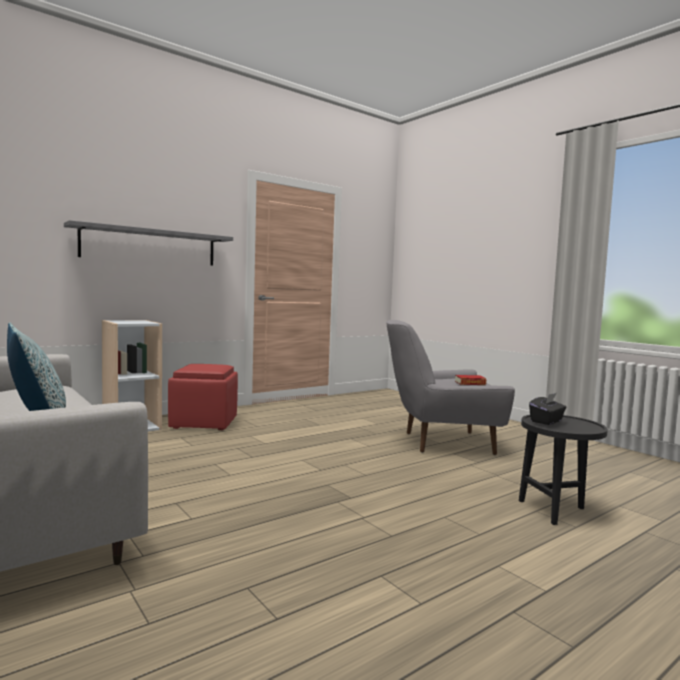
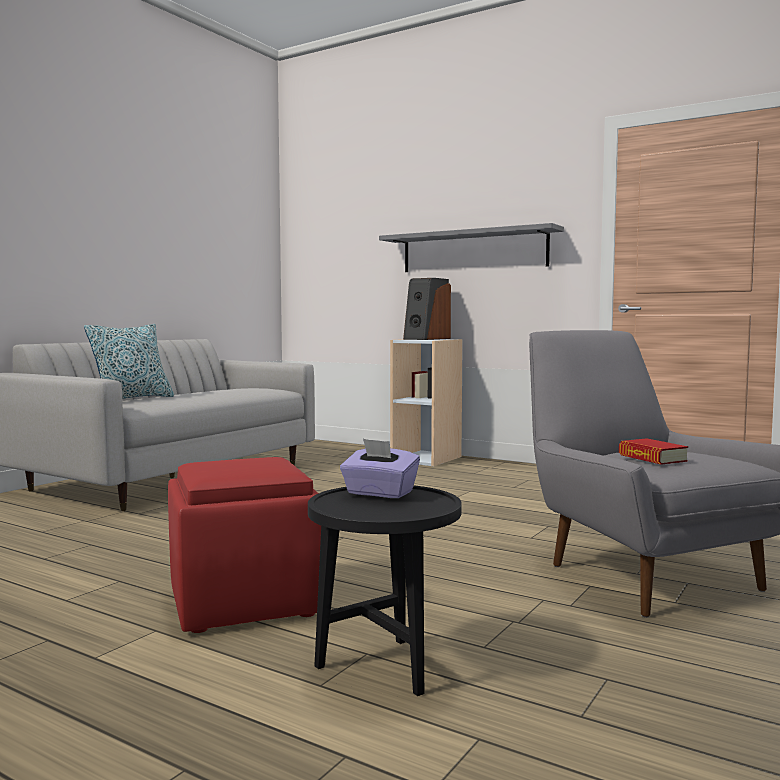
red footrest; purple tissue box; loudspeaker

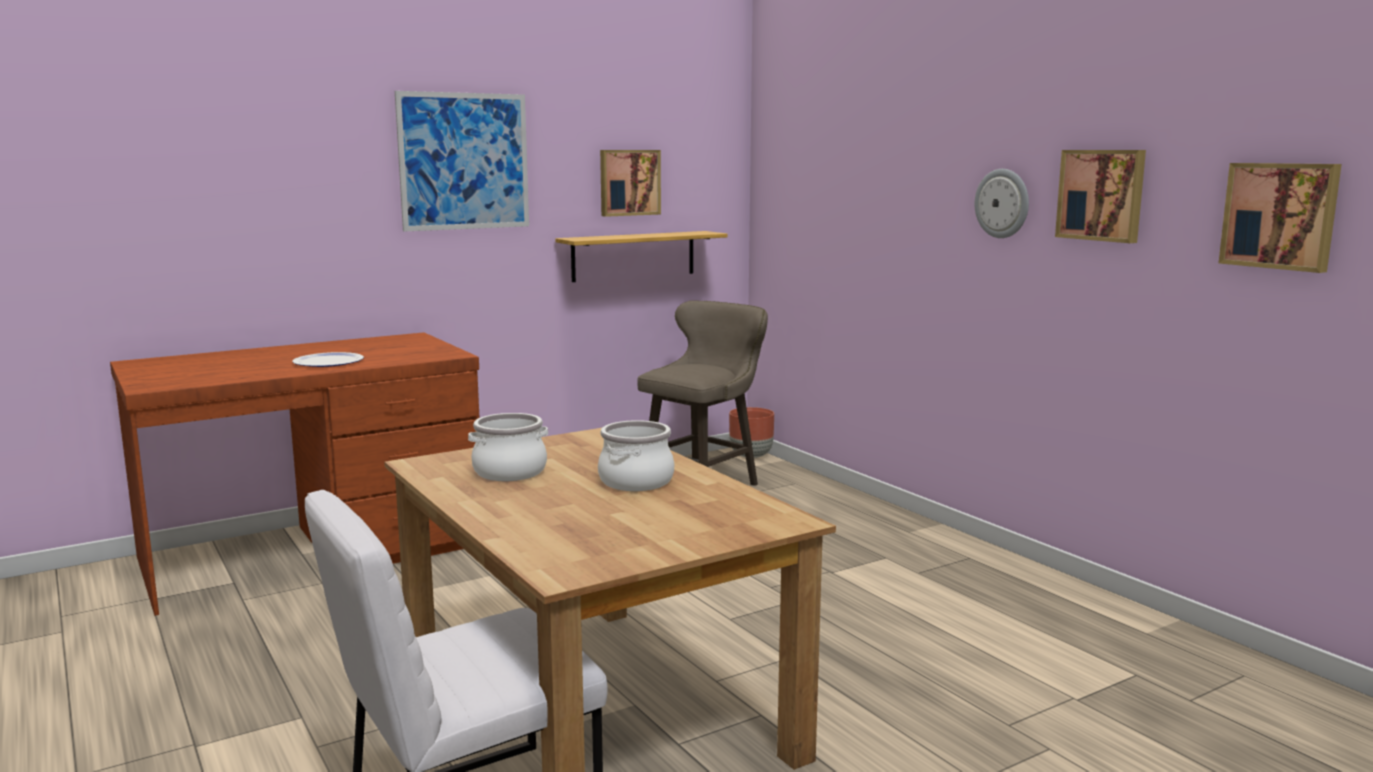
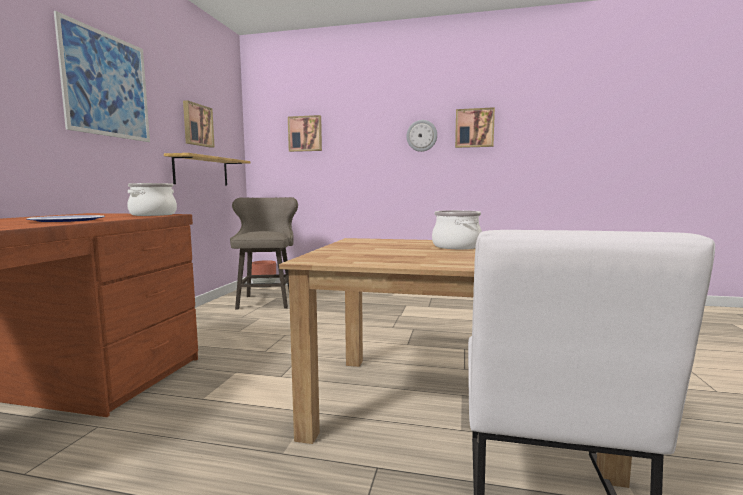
wall art (3rd from left); saucepot (1st from left)

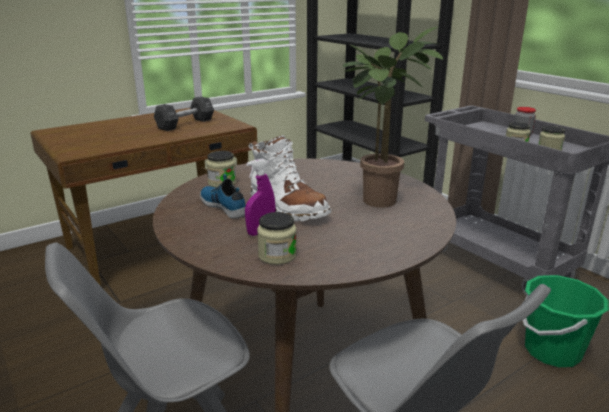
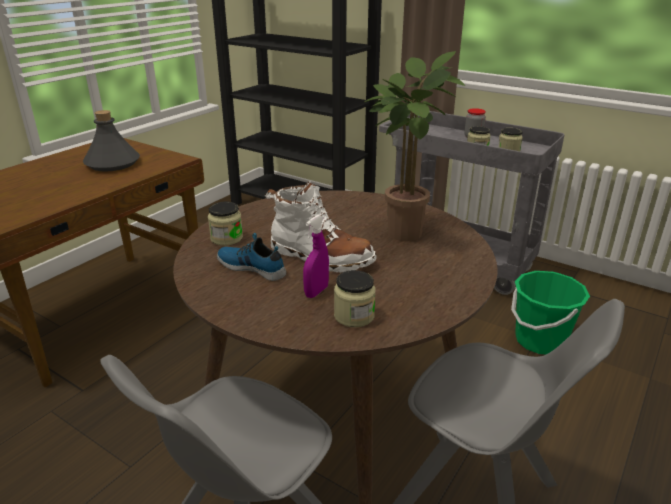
greyish bottle

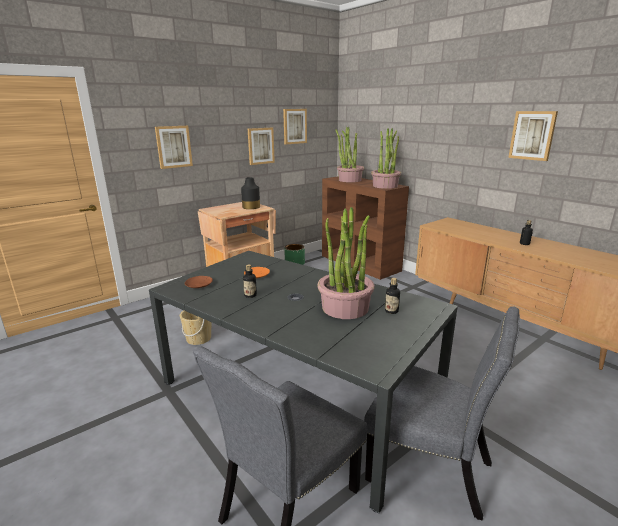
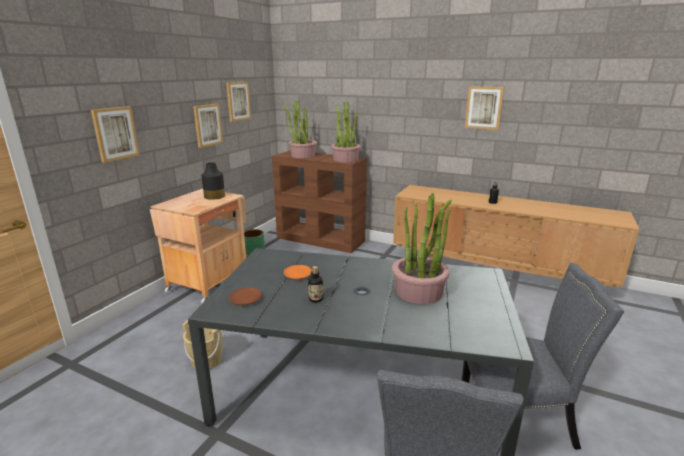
bottle (2nd from left in the first image)

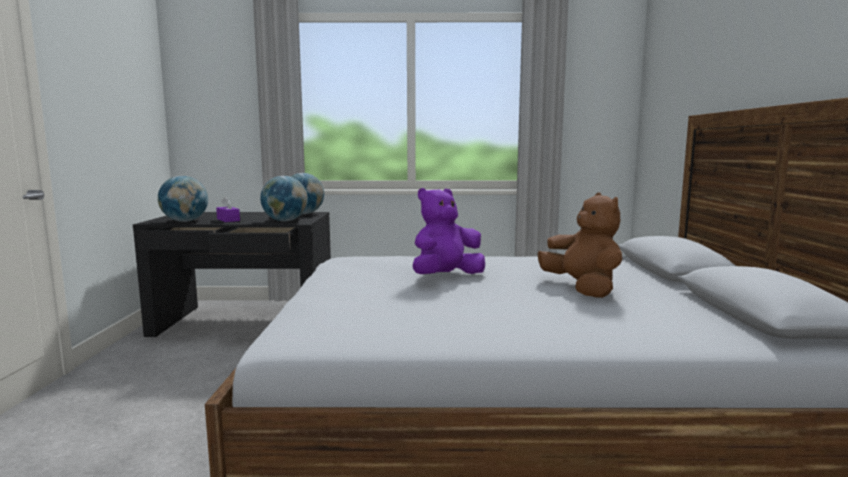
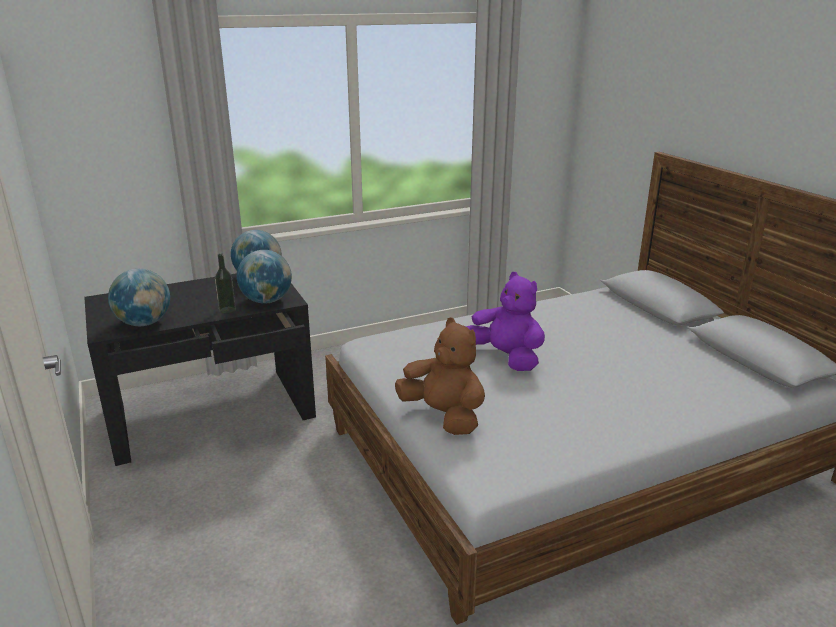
purple soft toy; brownish soft toy; purple tissue box; bottle

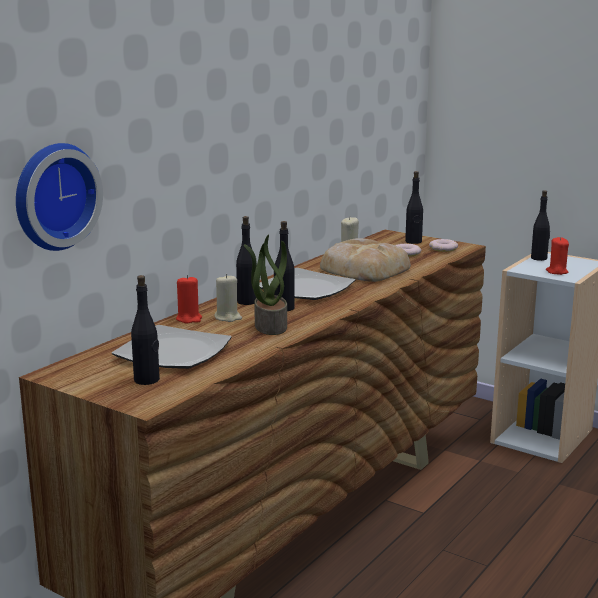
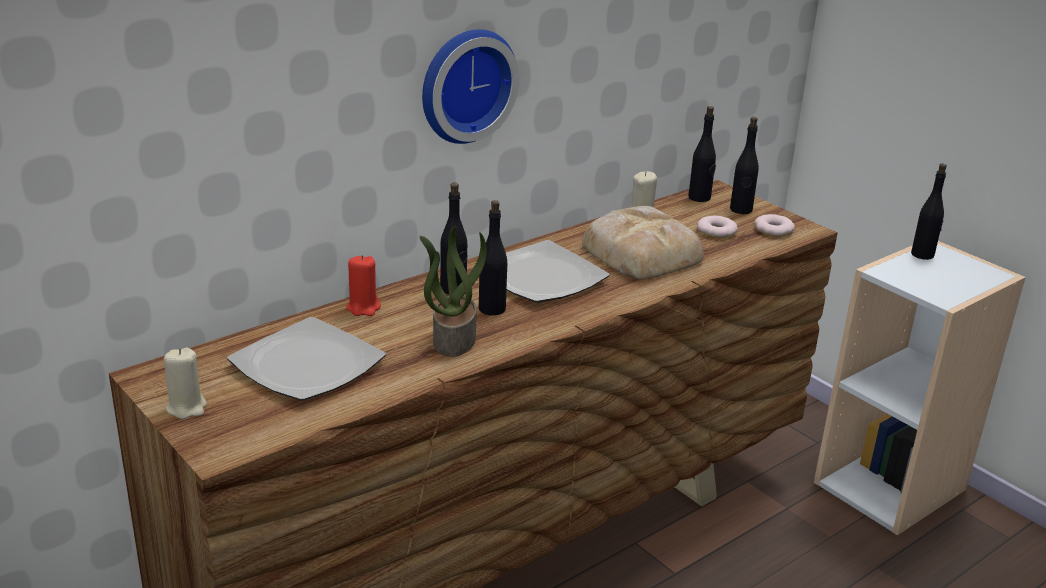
hanging clock; red candle (2nd from left in the first image); beige-coloured candle (1st from left); blackish bottle (3rd from left)

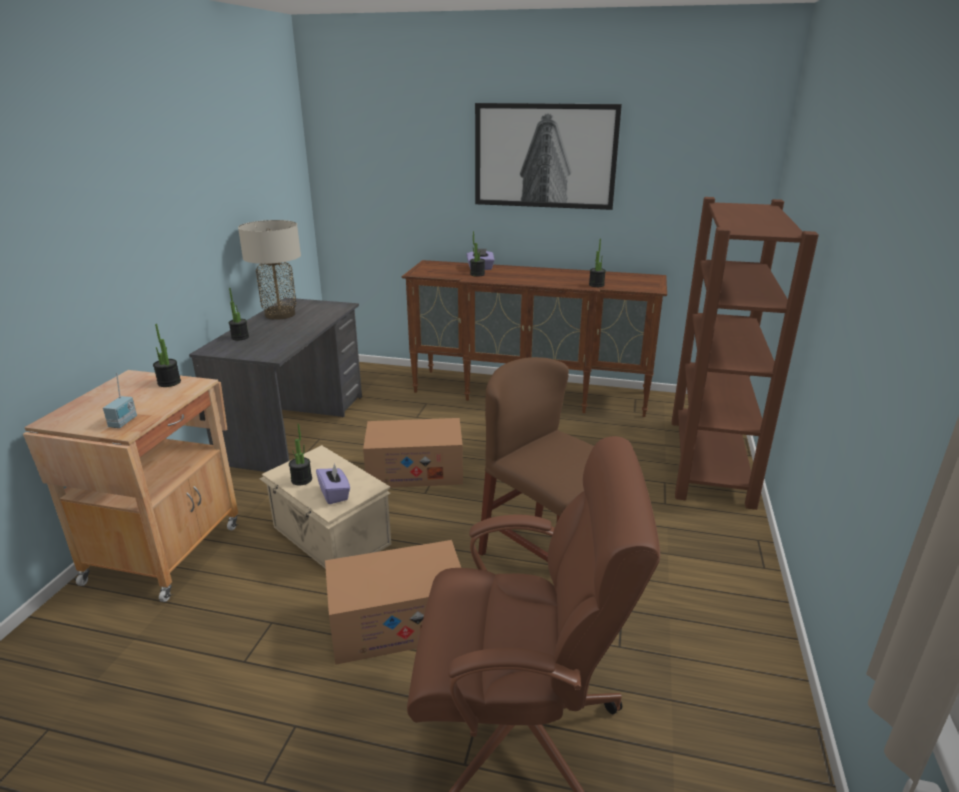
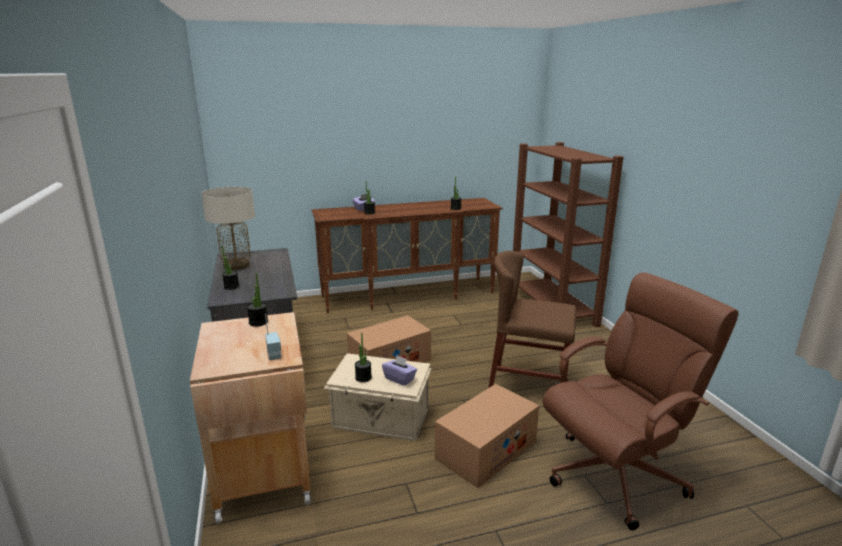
wall art

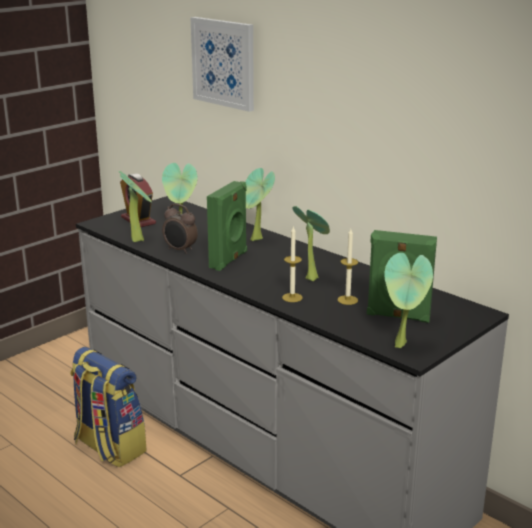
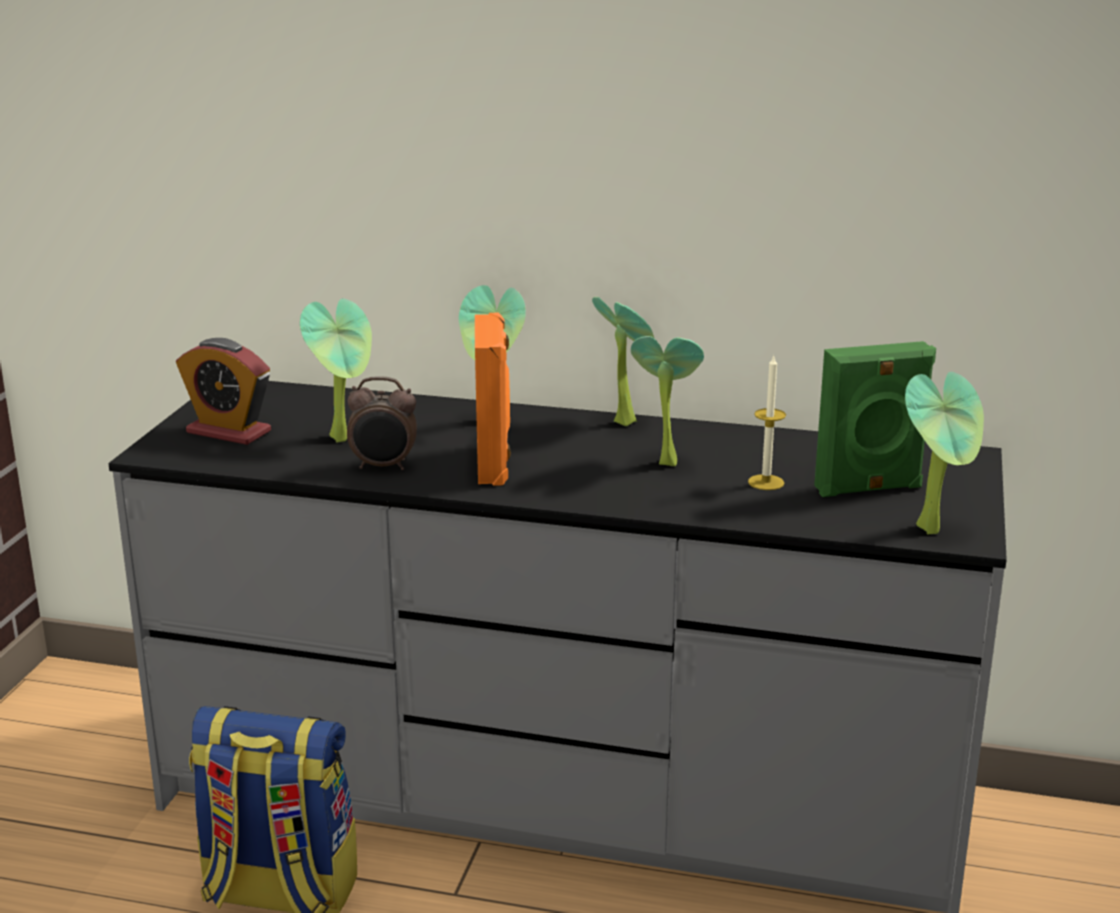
wall art; plant in a pot (3rd from left); orange loudspeaker; candle (1st from left in the first image)

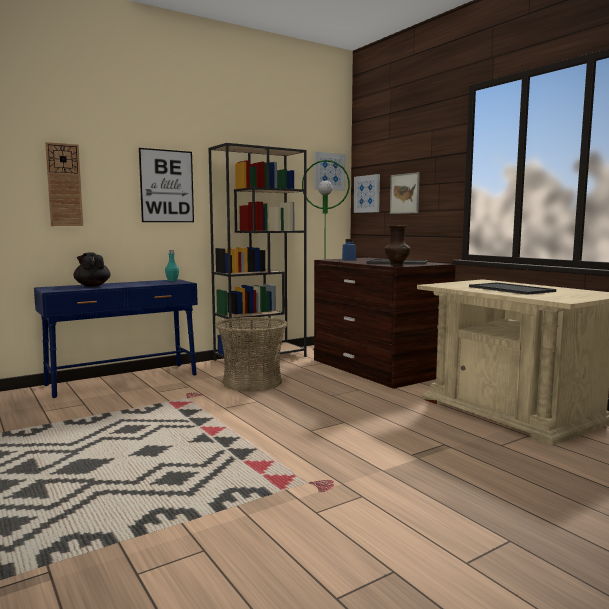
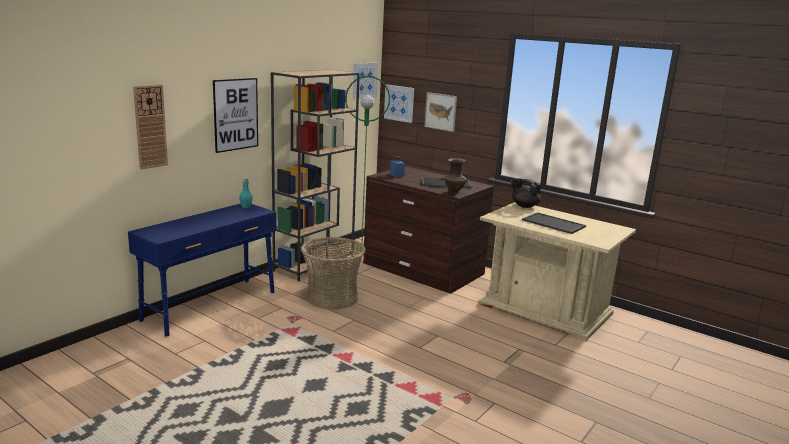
blackish teapot

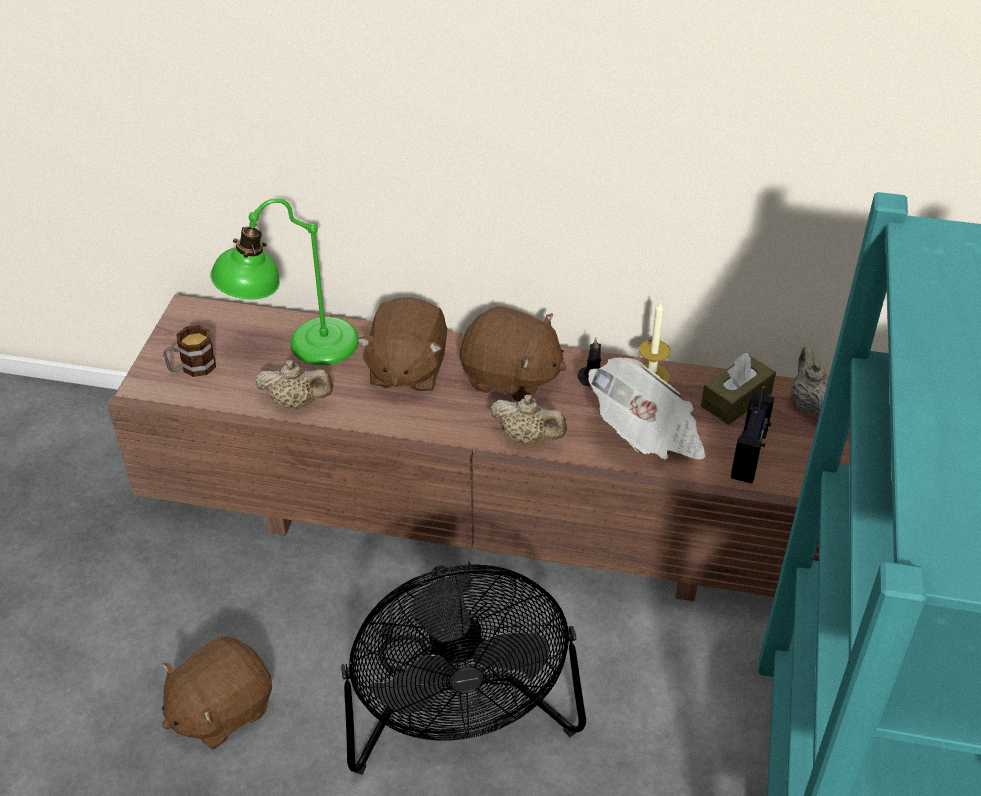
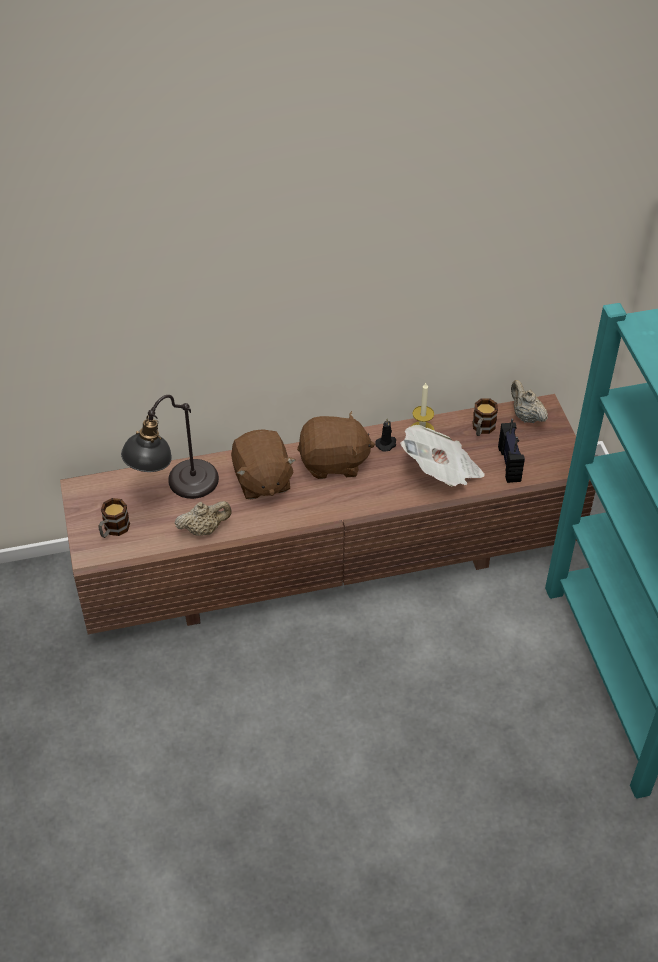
greyish table lamp; mug (2nd from left); beige-coloured teapot (2nd from left in the first image); blackish electric fan; brownish soft toy (1st from left in the first image)

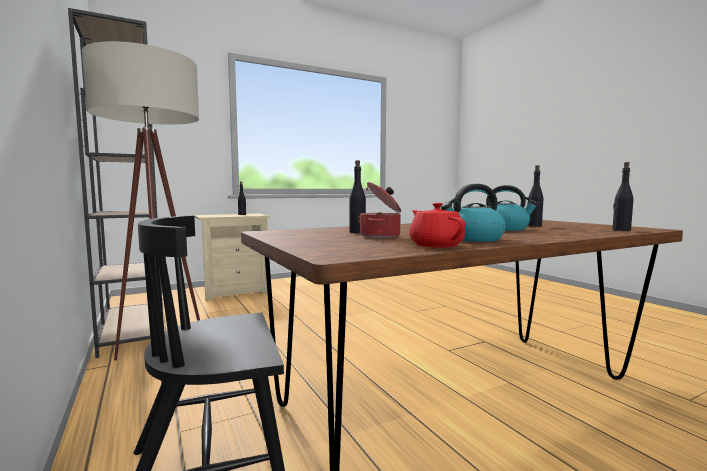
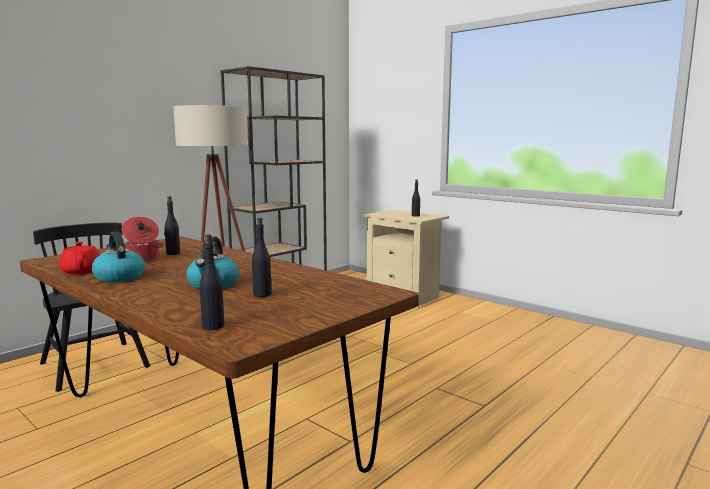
red teapot

